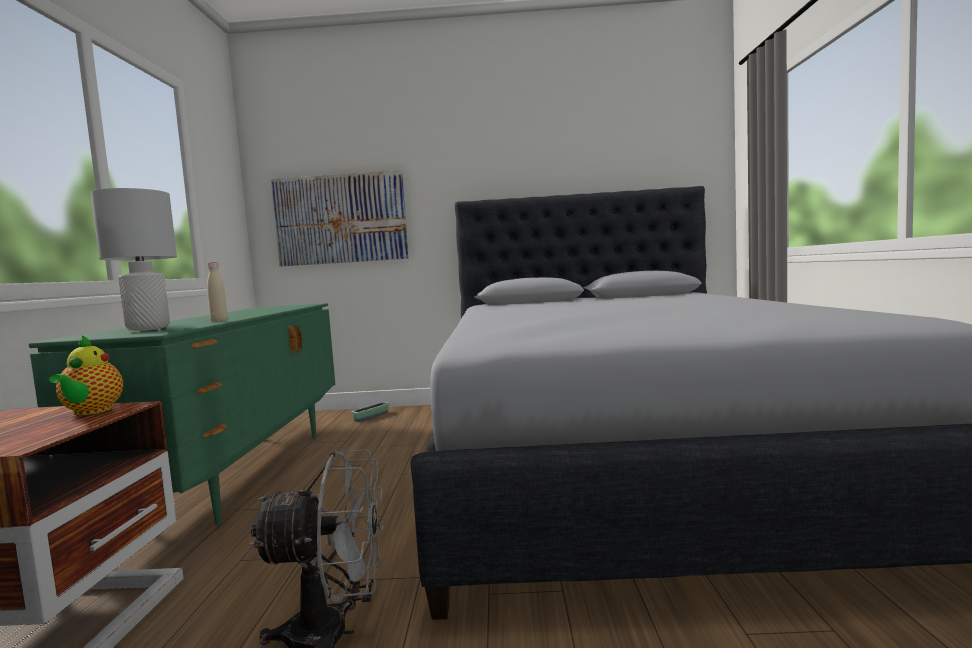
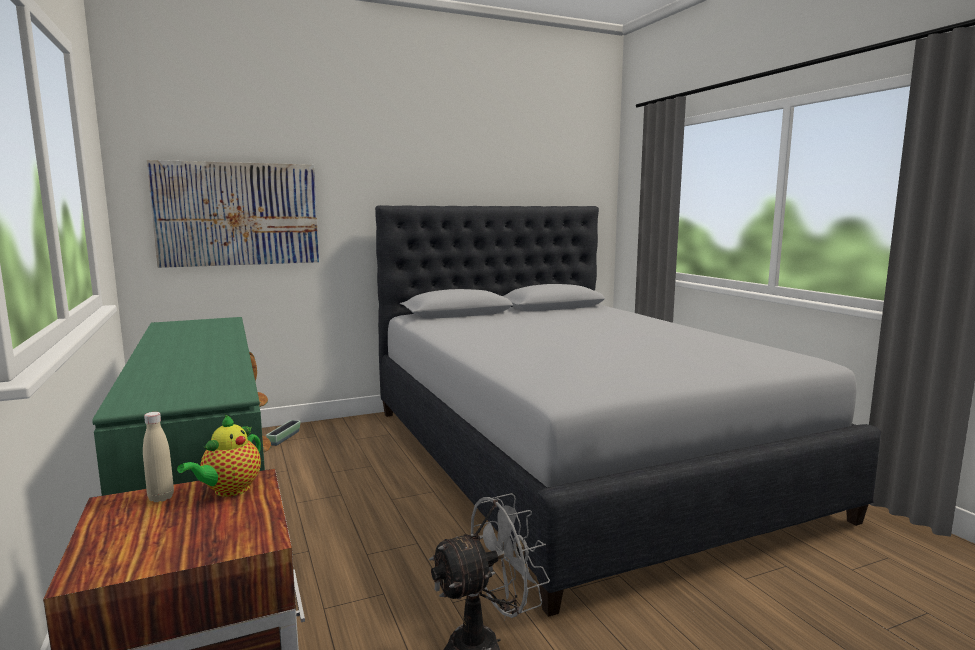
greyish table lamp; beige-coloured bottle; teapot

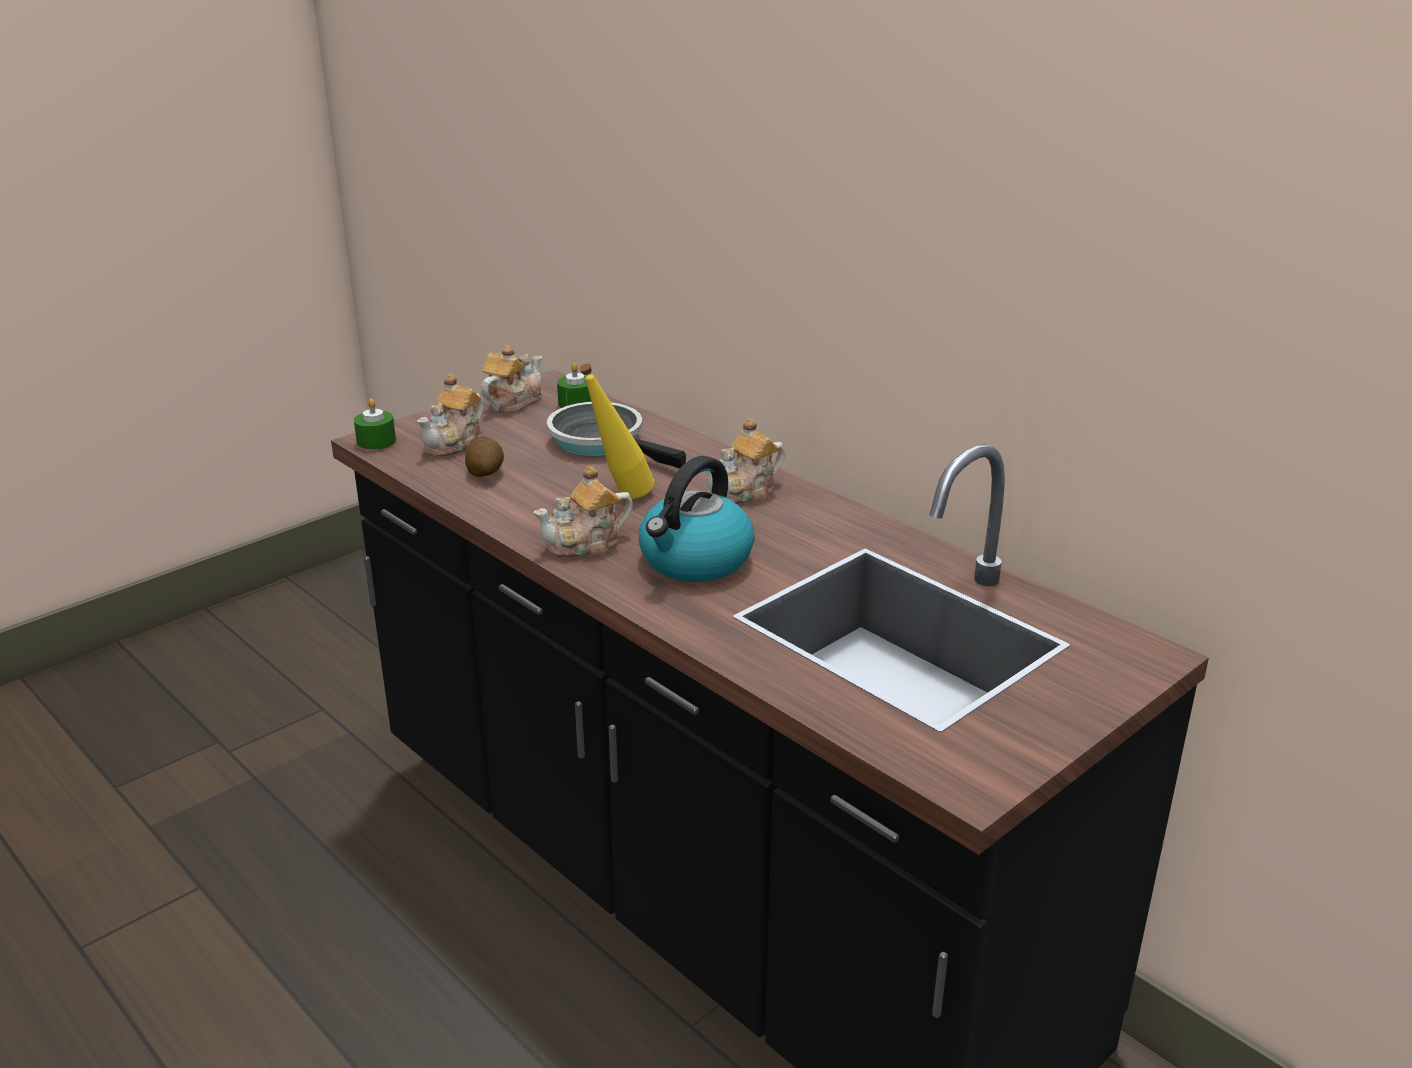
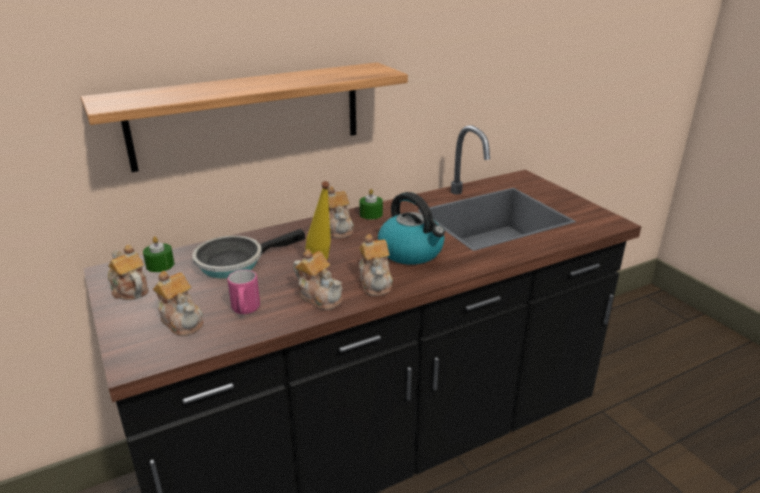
greenish candle (2nd from left); pink mug; wall shelf; teapot (3rd from left)

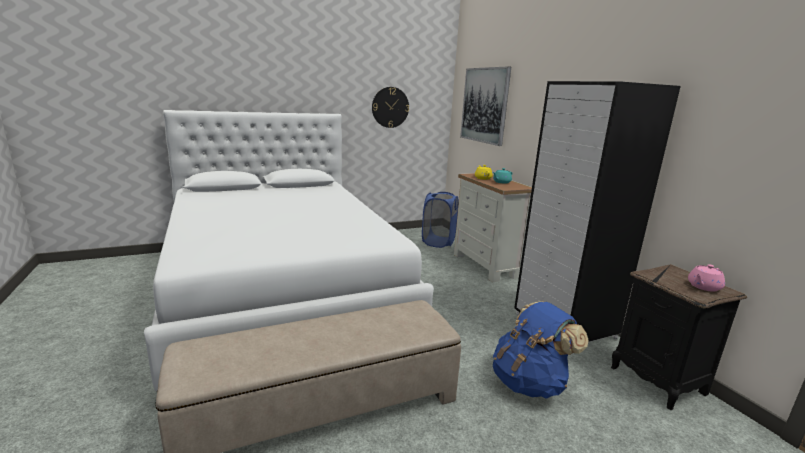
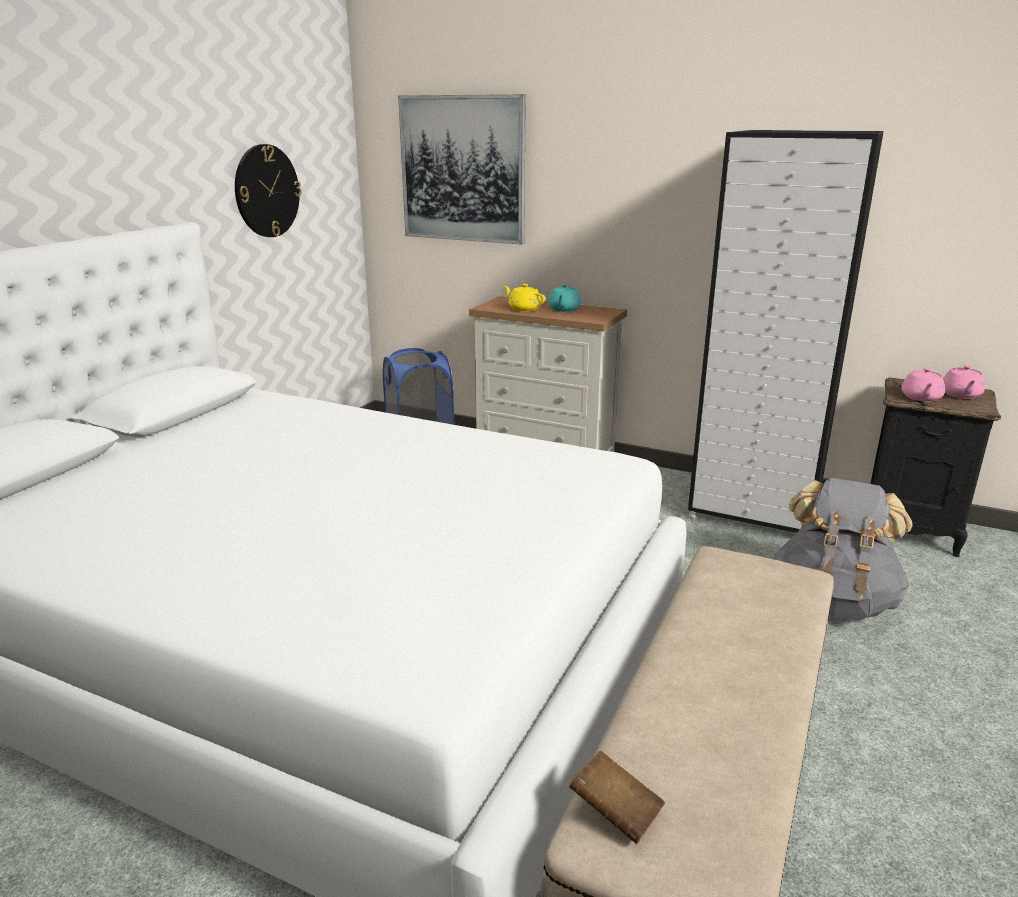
greyish rucksack; pink teapot (1st from left); brownish volume

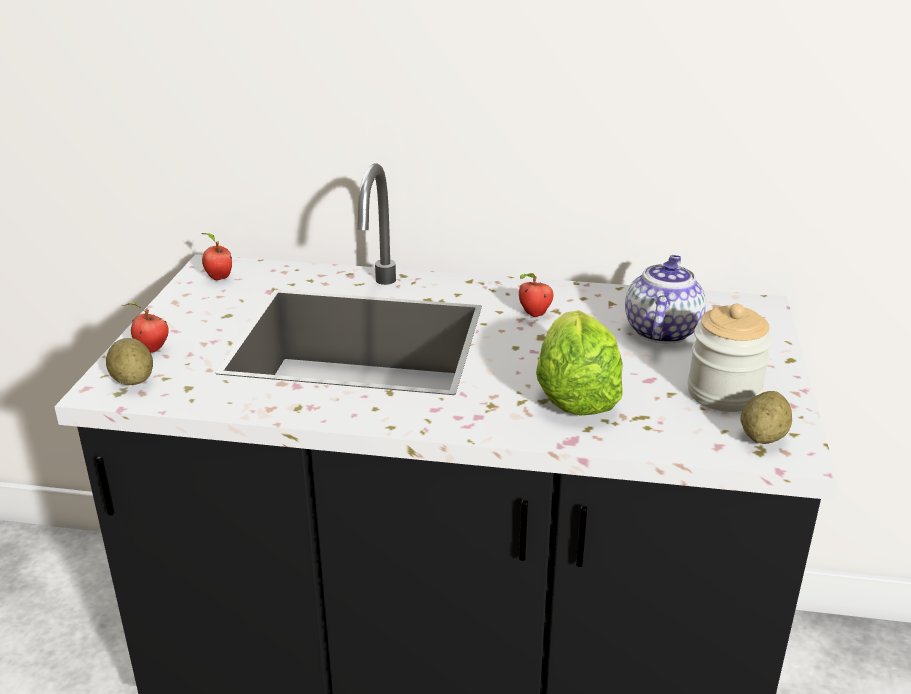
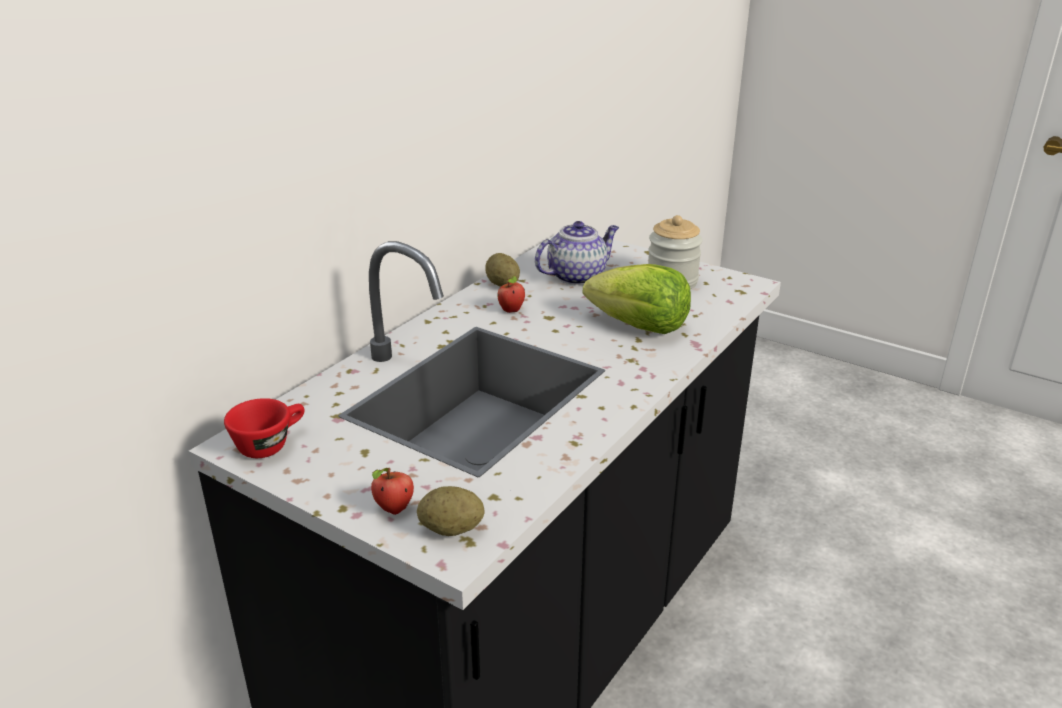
red drinking cup; teapot; whole potato (2nd from left)

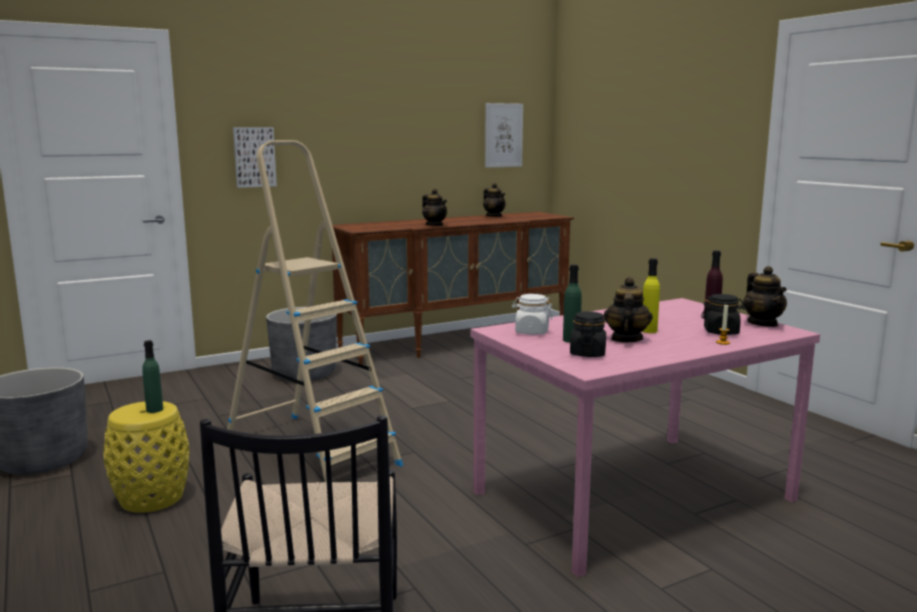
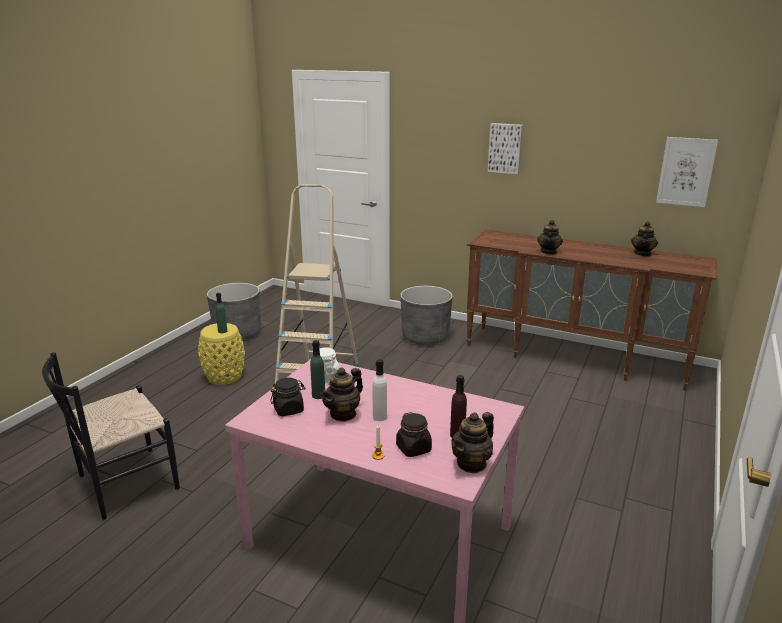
wall art (1st from left); whitish bottle; teapot (1st from left)

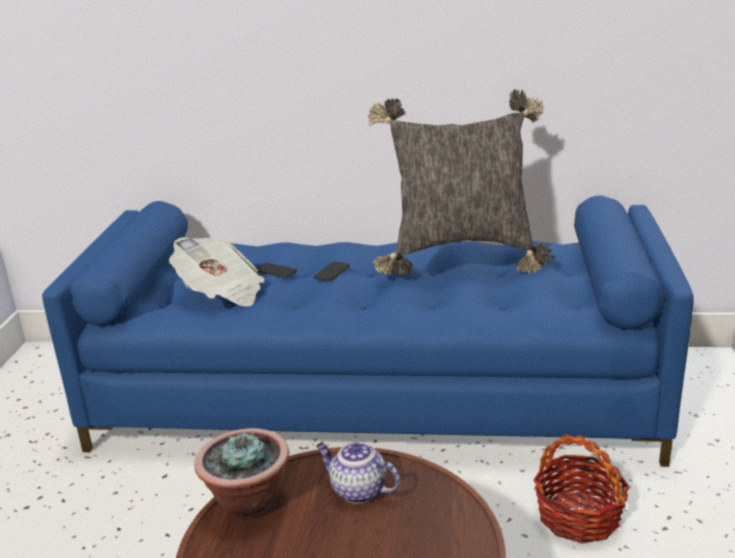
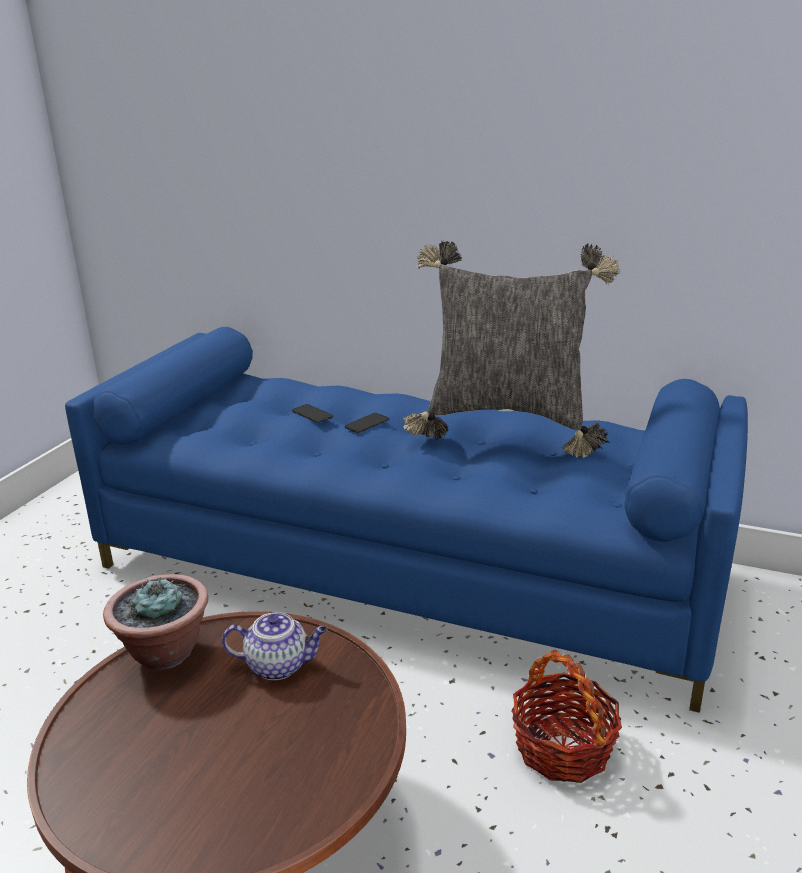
daily paper; teapot

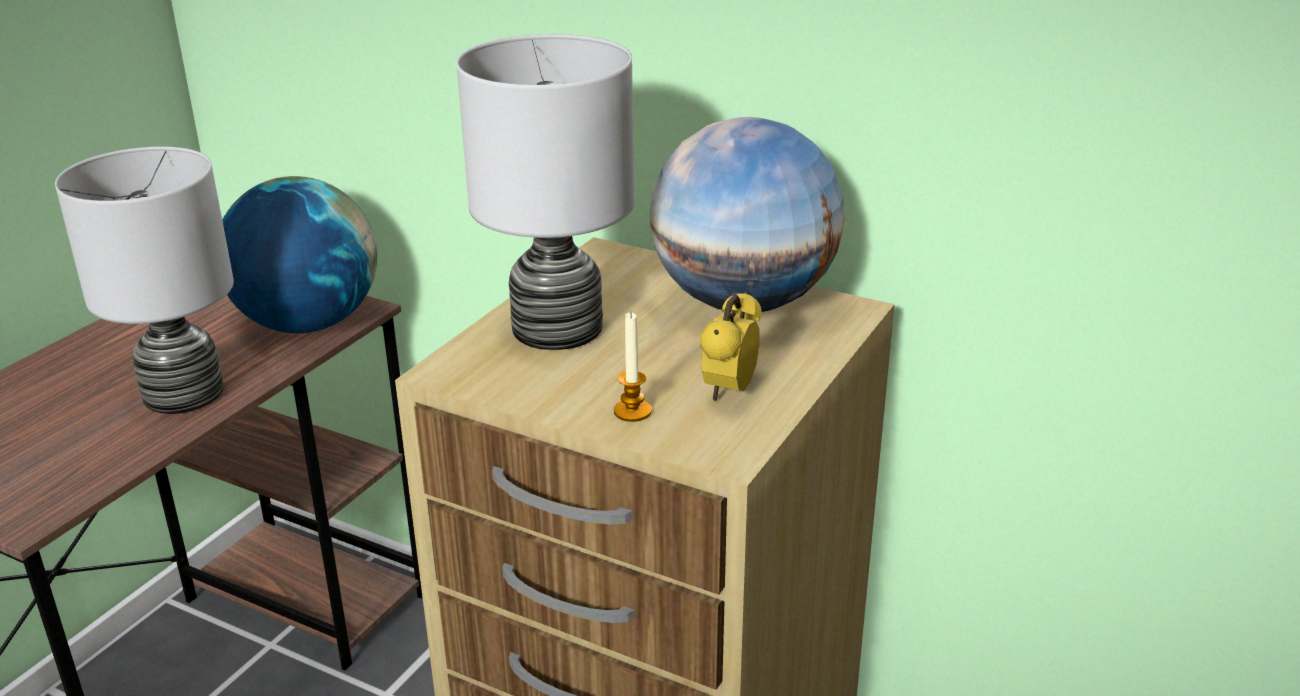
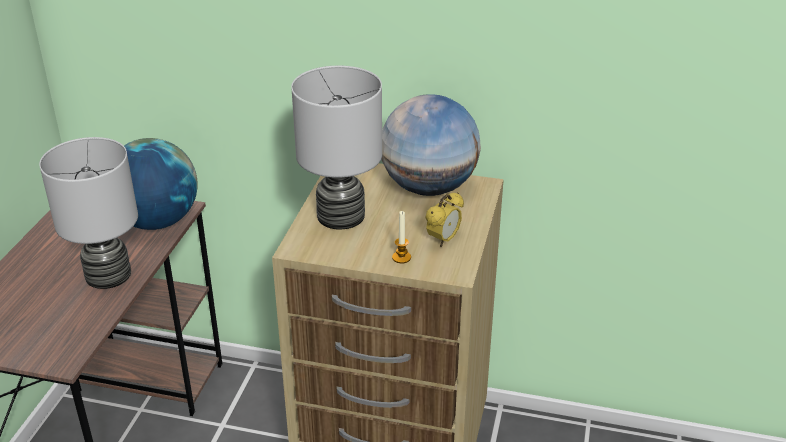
alarm clock

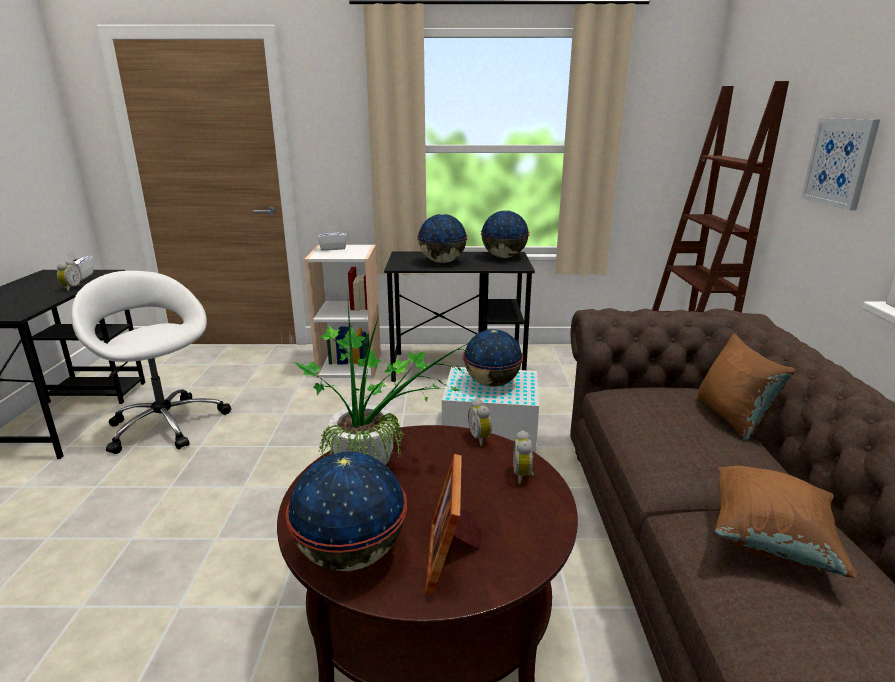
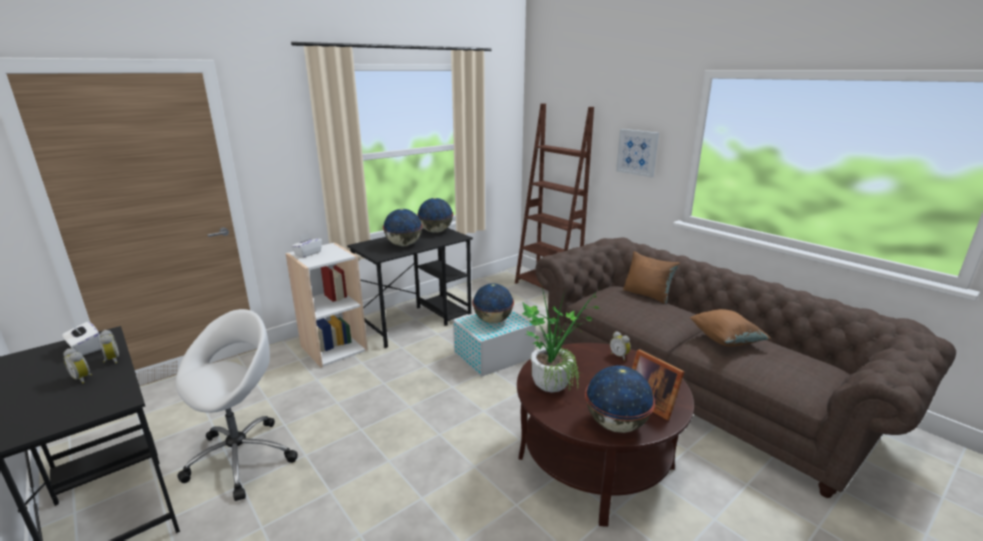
whitish computer chair; alarm clock (1st from left)

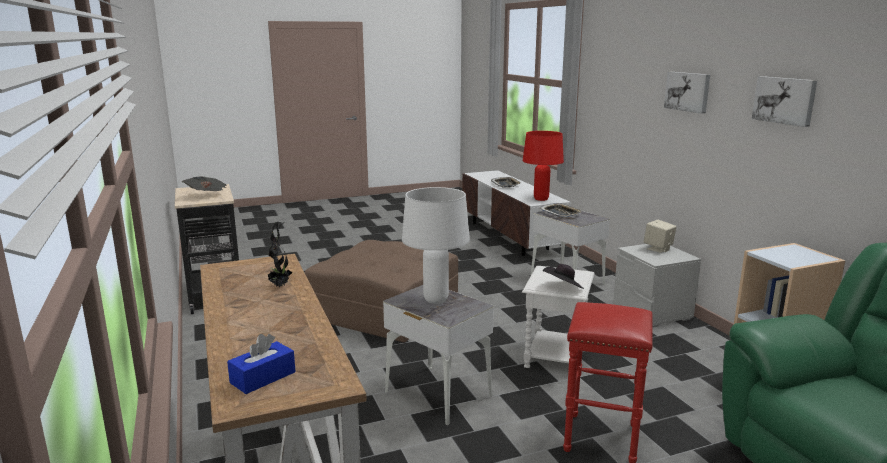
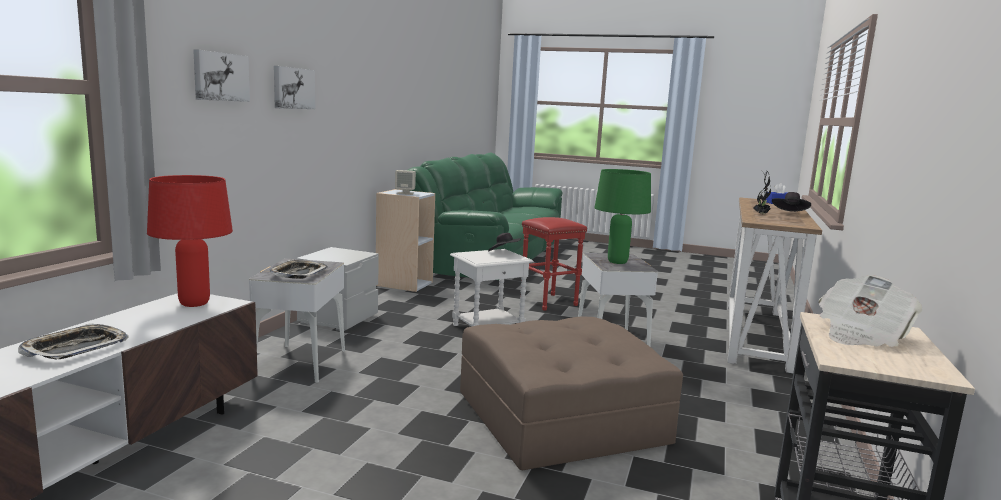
wall art (1st from left); greenish table lamp; beige-coloured loudspeaker; blackish wearable hat (2nd from left)

